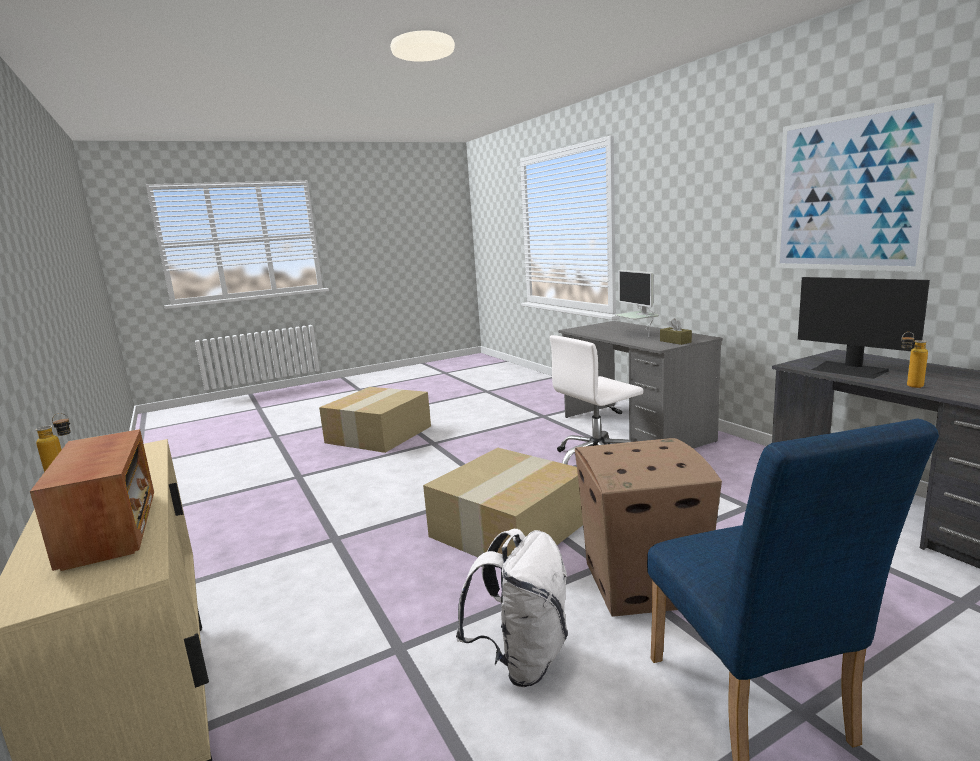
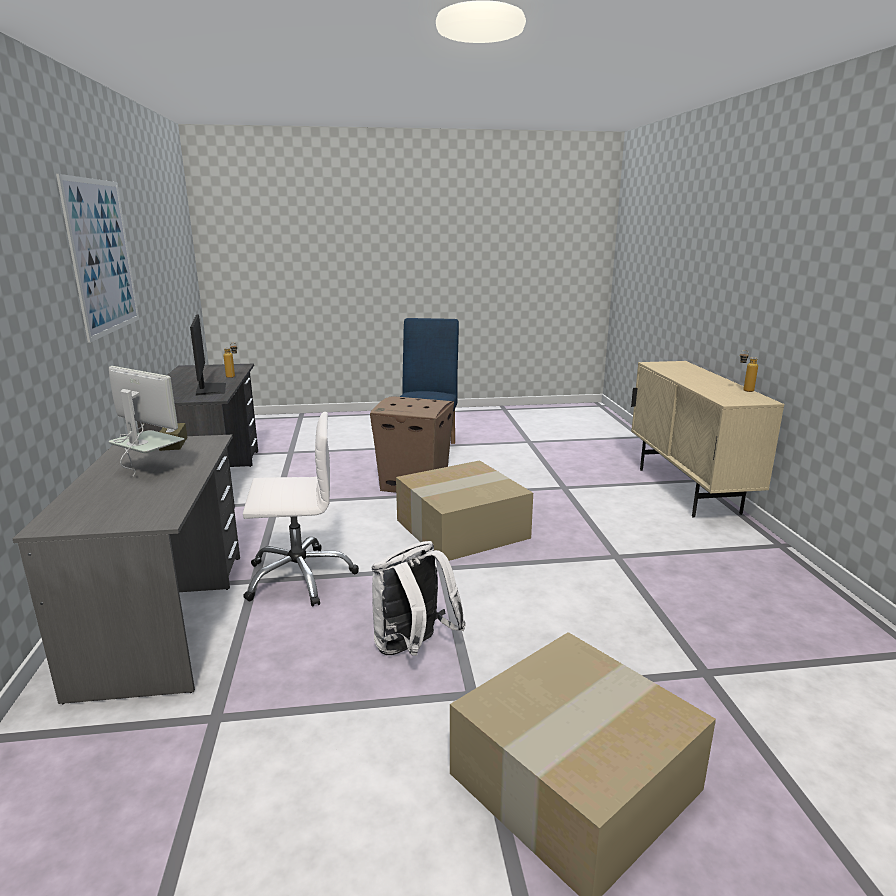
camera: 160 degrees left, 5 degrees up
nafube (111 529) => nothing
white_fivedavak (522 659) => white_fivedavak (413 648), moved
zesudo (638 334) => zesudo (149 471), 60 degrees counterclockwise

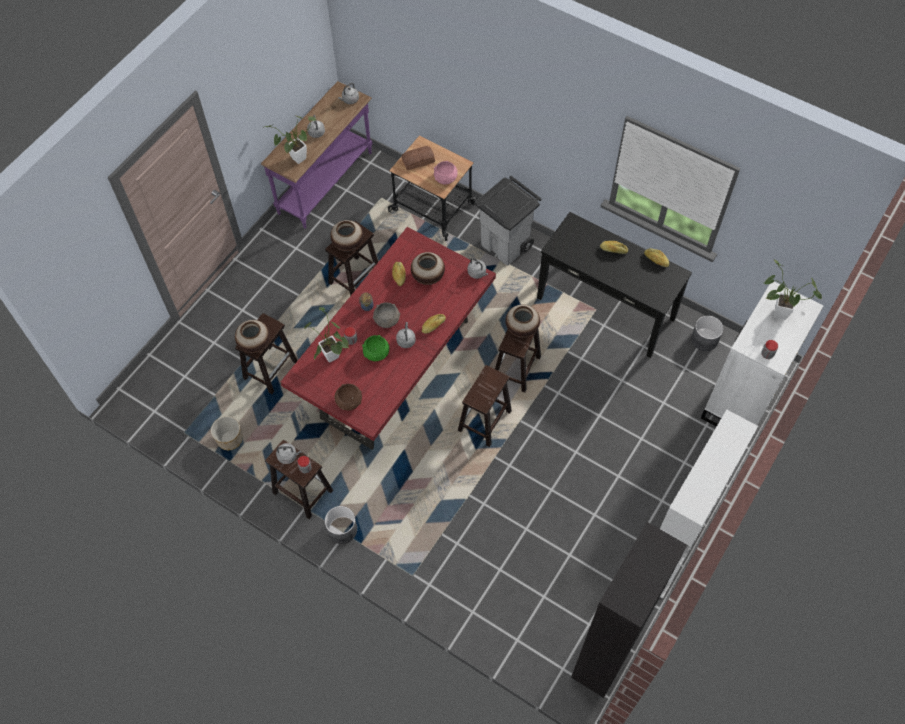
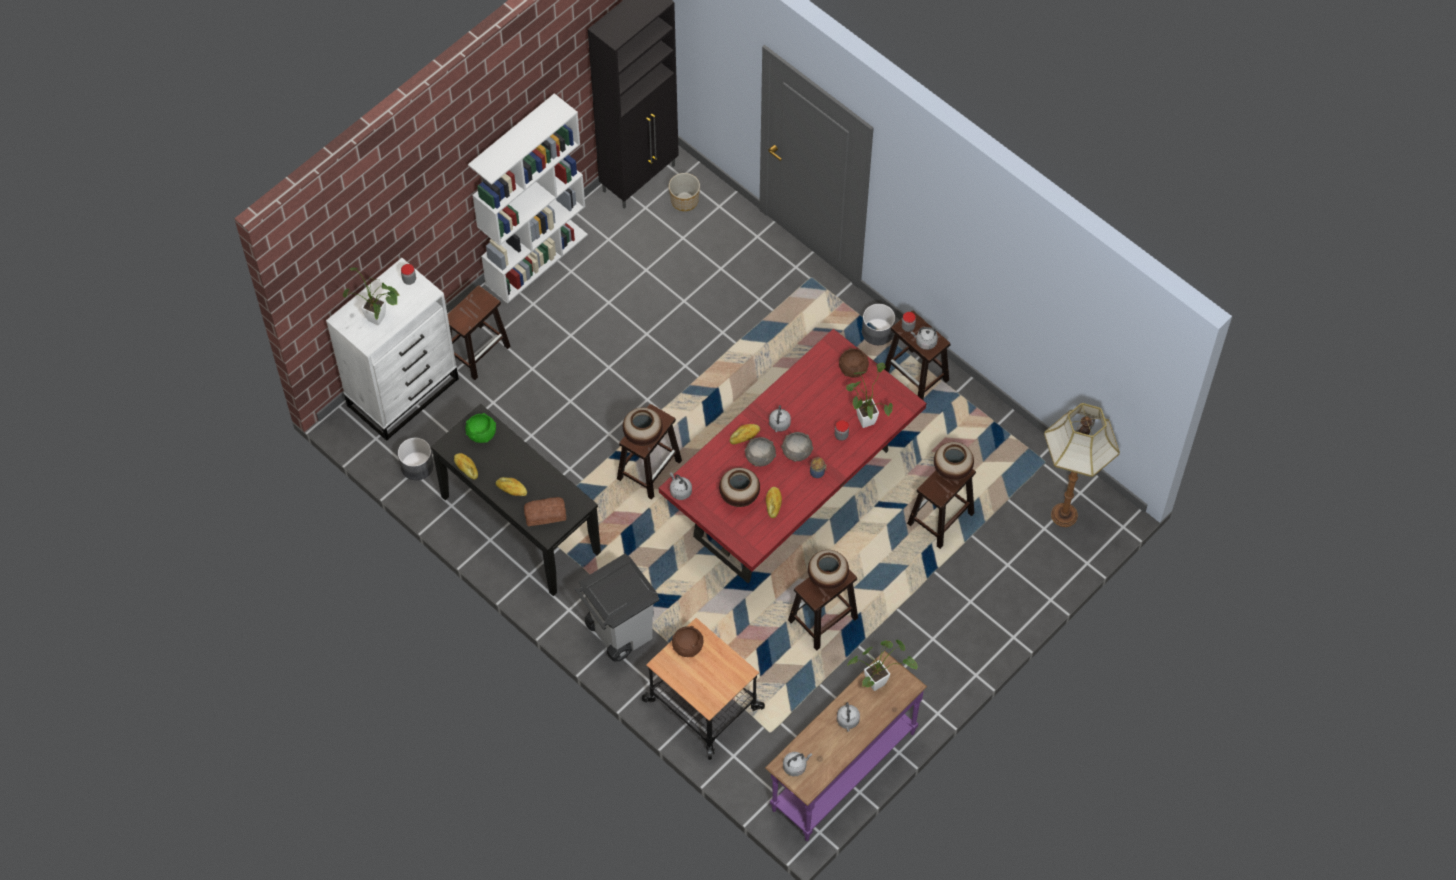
camera: 170 degrees left, 0 degrees up
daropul (229 439) => daropul (685 201), moved
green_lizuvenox (376 353) => green_lizuvenox (481 433), moved
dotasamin (418 161) => dotasamin (544 513), moved
pink_lizuvenox (446 178) => brown_lizuvenox (687 646)
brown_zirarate (484 421) => brown_zirarate (478 351), moved
nothing => grey_lizuvenox (759 457)
nothing => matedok (1065 516)

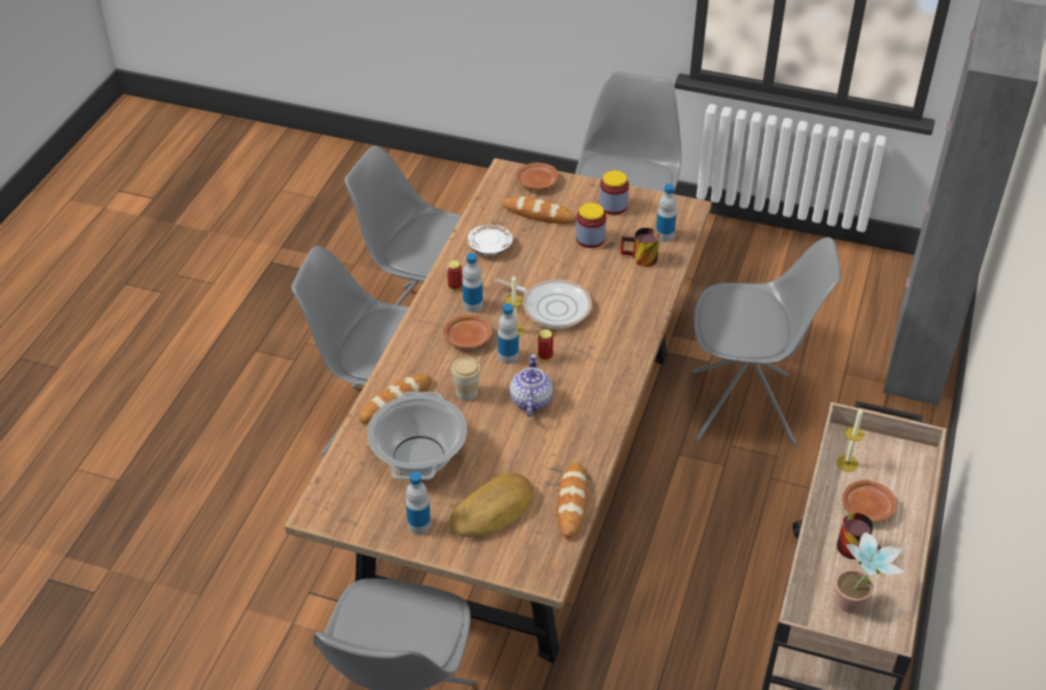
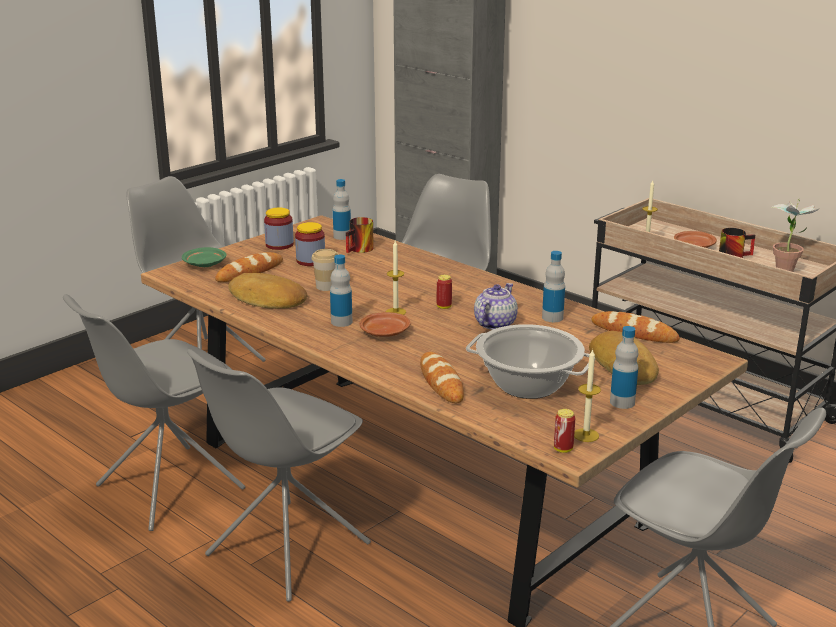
camera: 65 degrees left, 20 degrees down
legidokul (455 287) => legidokul (563 449), moved
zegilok (466 392) => zegilok (326 286), moved
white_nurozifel (489 246) => dotasamin (267 299)
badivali (552 306) => nothing
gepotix (508 356) => gepotix (552 317), moved
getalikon (530 400) => getalikon (494 323), 90 degrees clockwise
brown_nurozifel (536 182) => green_nurozifel (204 264)
nothing => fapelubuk (586 435)

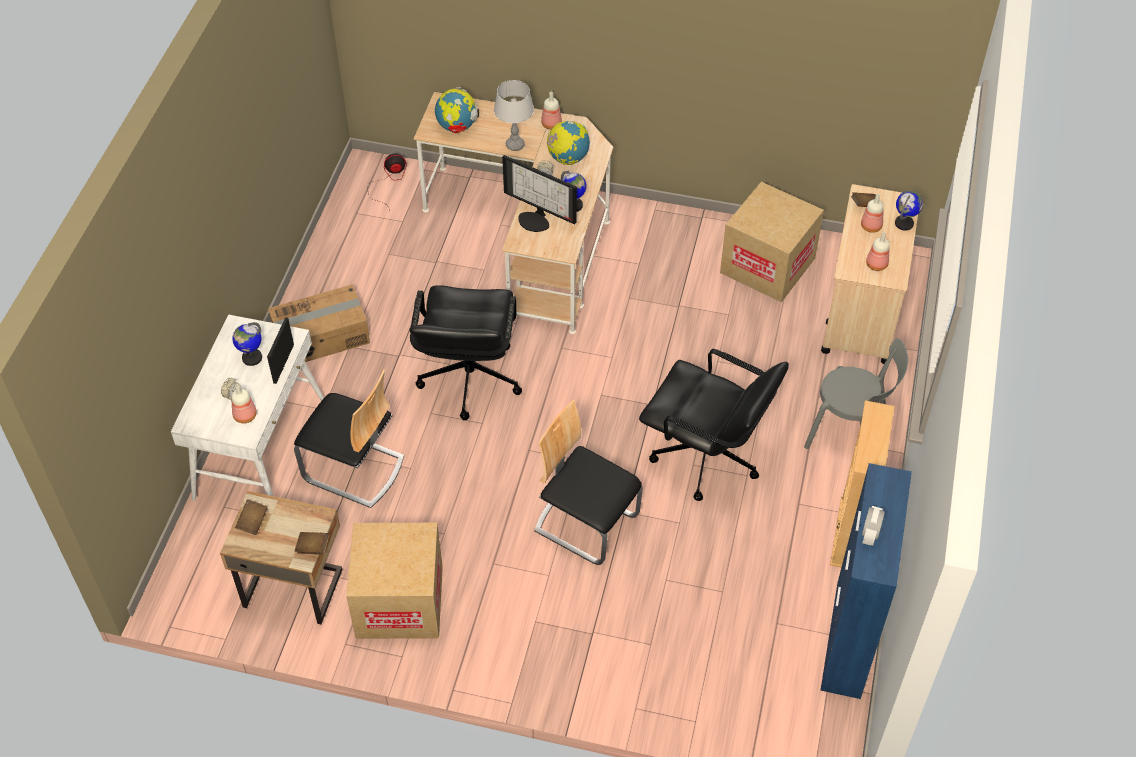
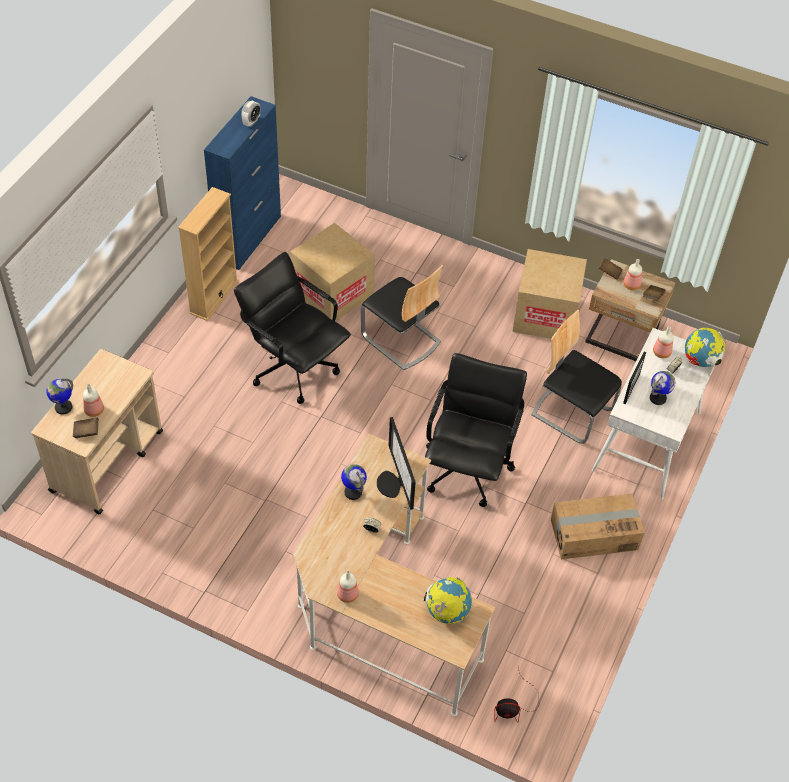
camera: 170 degrees left, 0 degrees up
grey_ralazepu (515 145) => nothing
zesudo (536 219) => zesudo (392 484), 150 degrees counterclockwise
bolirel (568 158) => bolirel (700 360), moved
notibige (767 265) => notibige (332 293), moved
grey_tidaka (850 435) => nothing
gepotix (876 265) => gepotix (632 285), moved

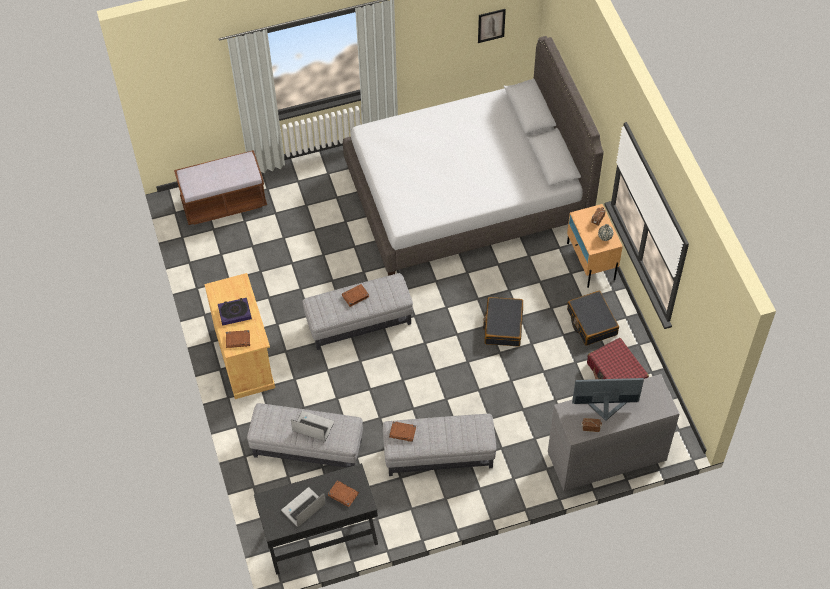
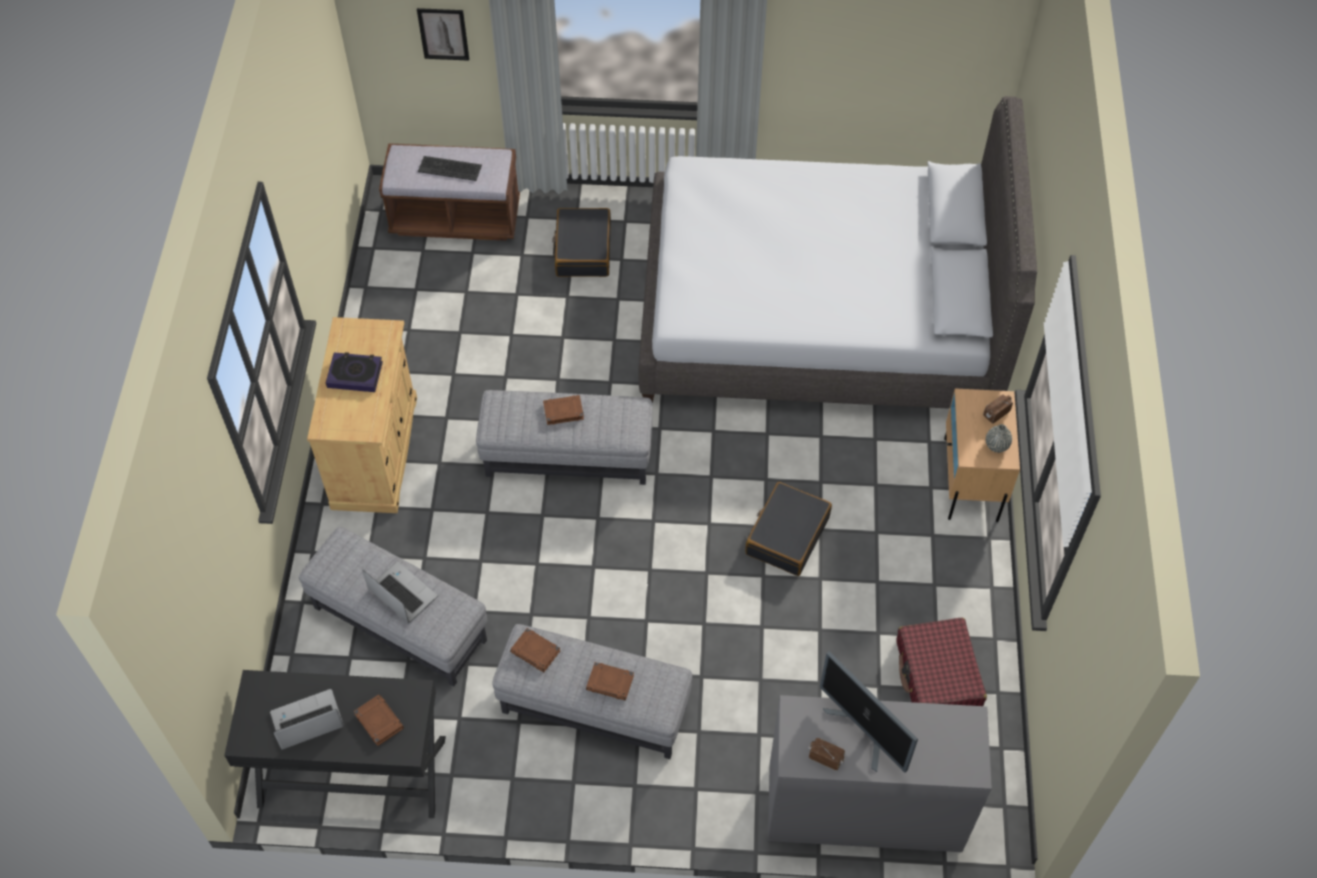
camera: 20 degrees right, 0 degrees up
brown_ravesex (238 340) => brown_ravesex (610 683), moved
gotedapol (491 25) => gotedapol (443 34), moved
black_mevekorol (591 322) => black_mevekorol (583 250), moved
zesudo (604 408) => zesudo (864 732), 150 degrees counterclockwise
nothing => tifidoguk (450 168)

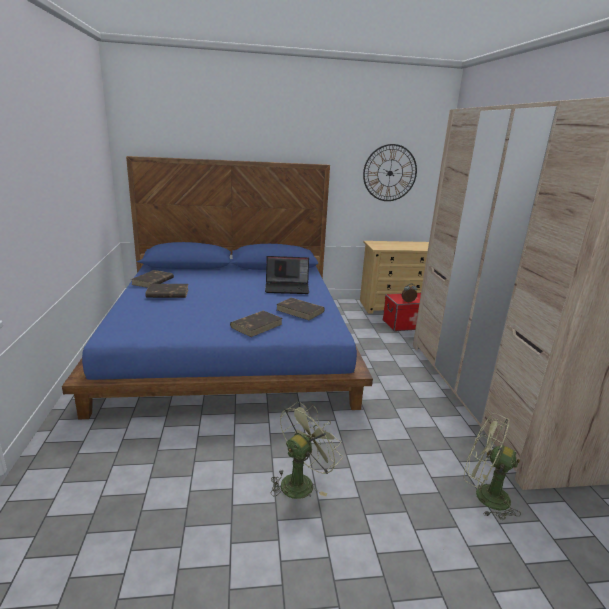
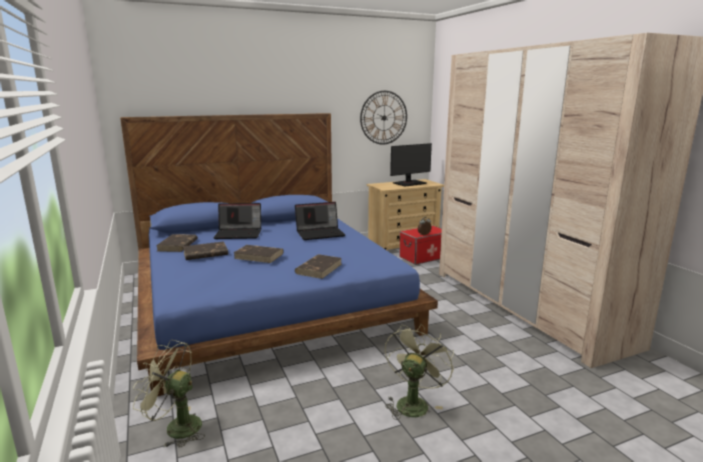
camera: 15 degrees left, 5 degrees down
brown_ravesex (300 311) => brown_ravesex (259 256), moved
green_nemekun (484 495) => green_nemekun (176 427), moved
nothing => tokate (239 233)
nothing => zesudo (409 183)

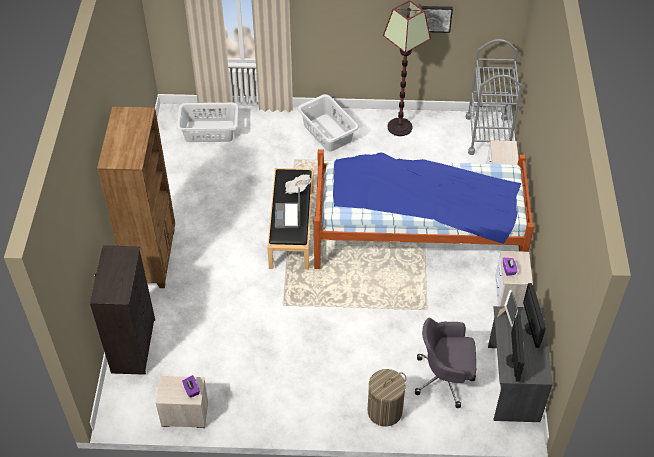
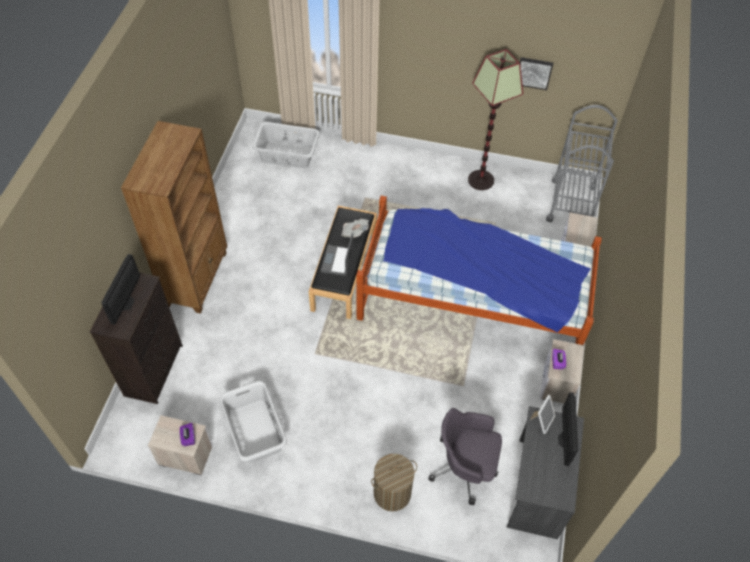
camera: 10 degrees right, 5 degrees up
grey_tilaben (328 132) => grey_tilaben (255 430), moved
zesudo (513 361) => zesudo (126 303), moved

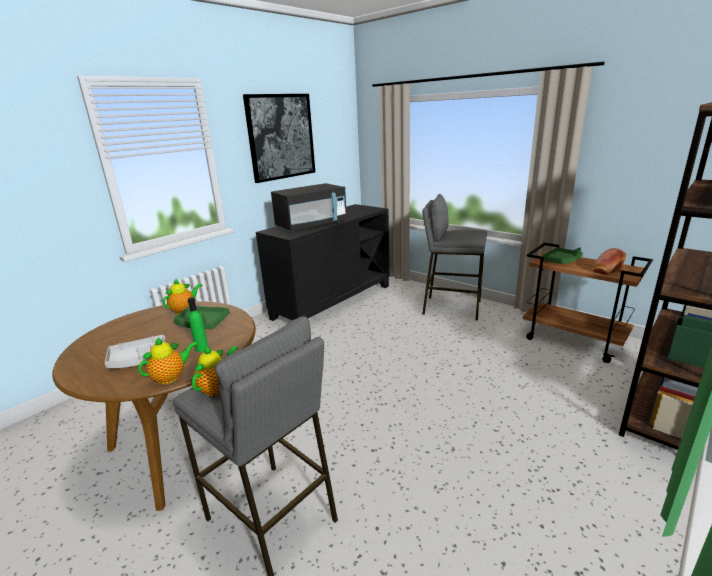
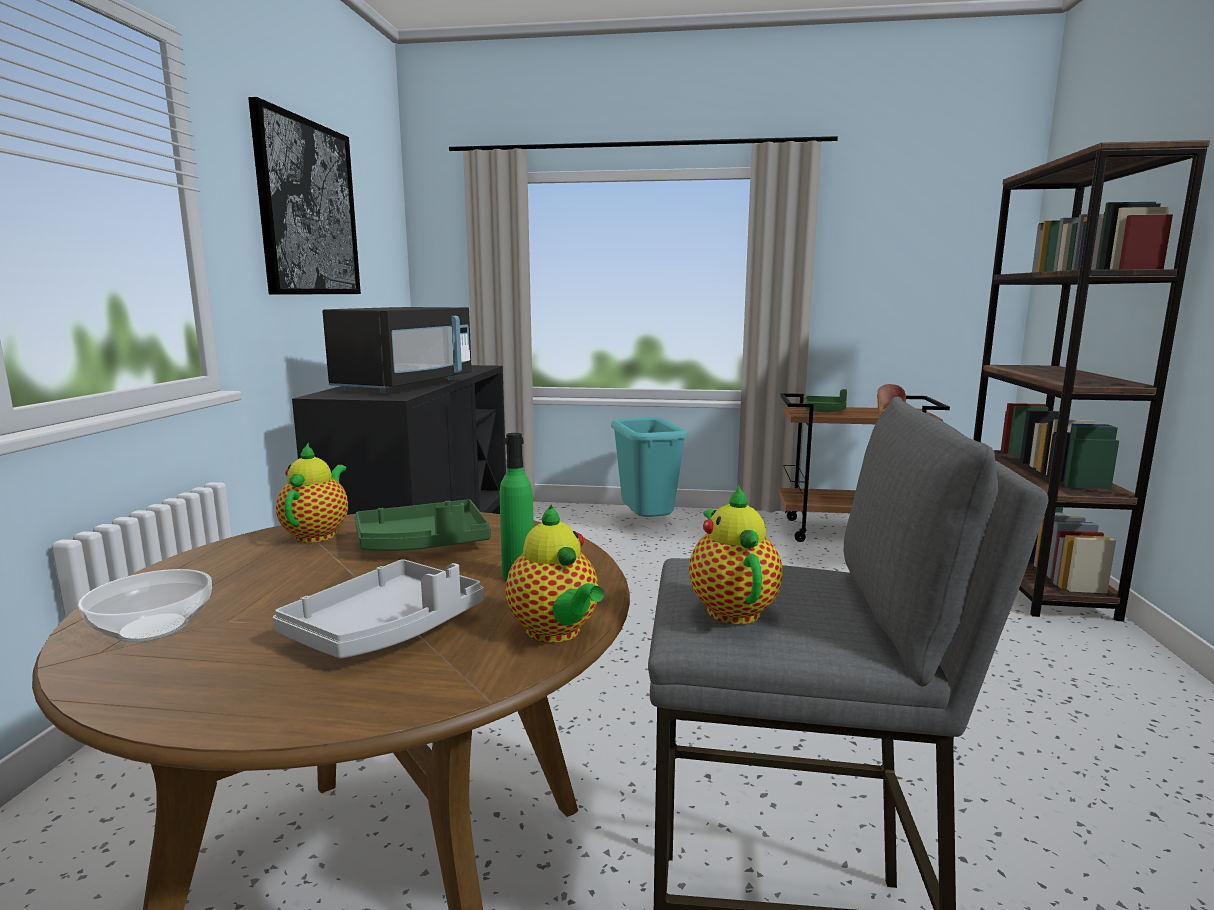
camera: 35 degrees left, 10 degrees down
getalikon (171 377) => getalikon (556 632), 135 degrees clockwise
grey_zirarate (451 307) => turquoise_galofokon (646 525)
nothing => lizuvenox (155 627)

